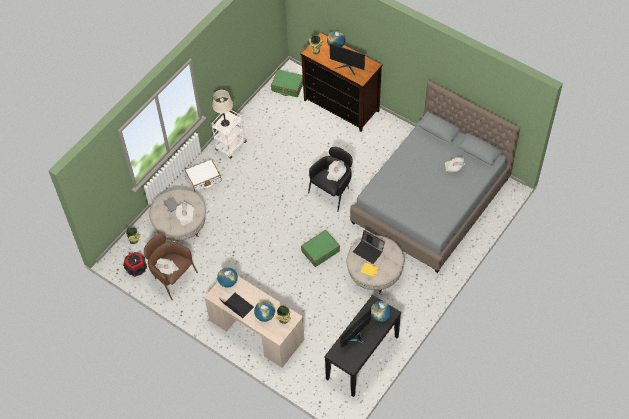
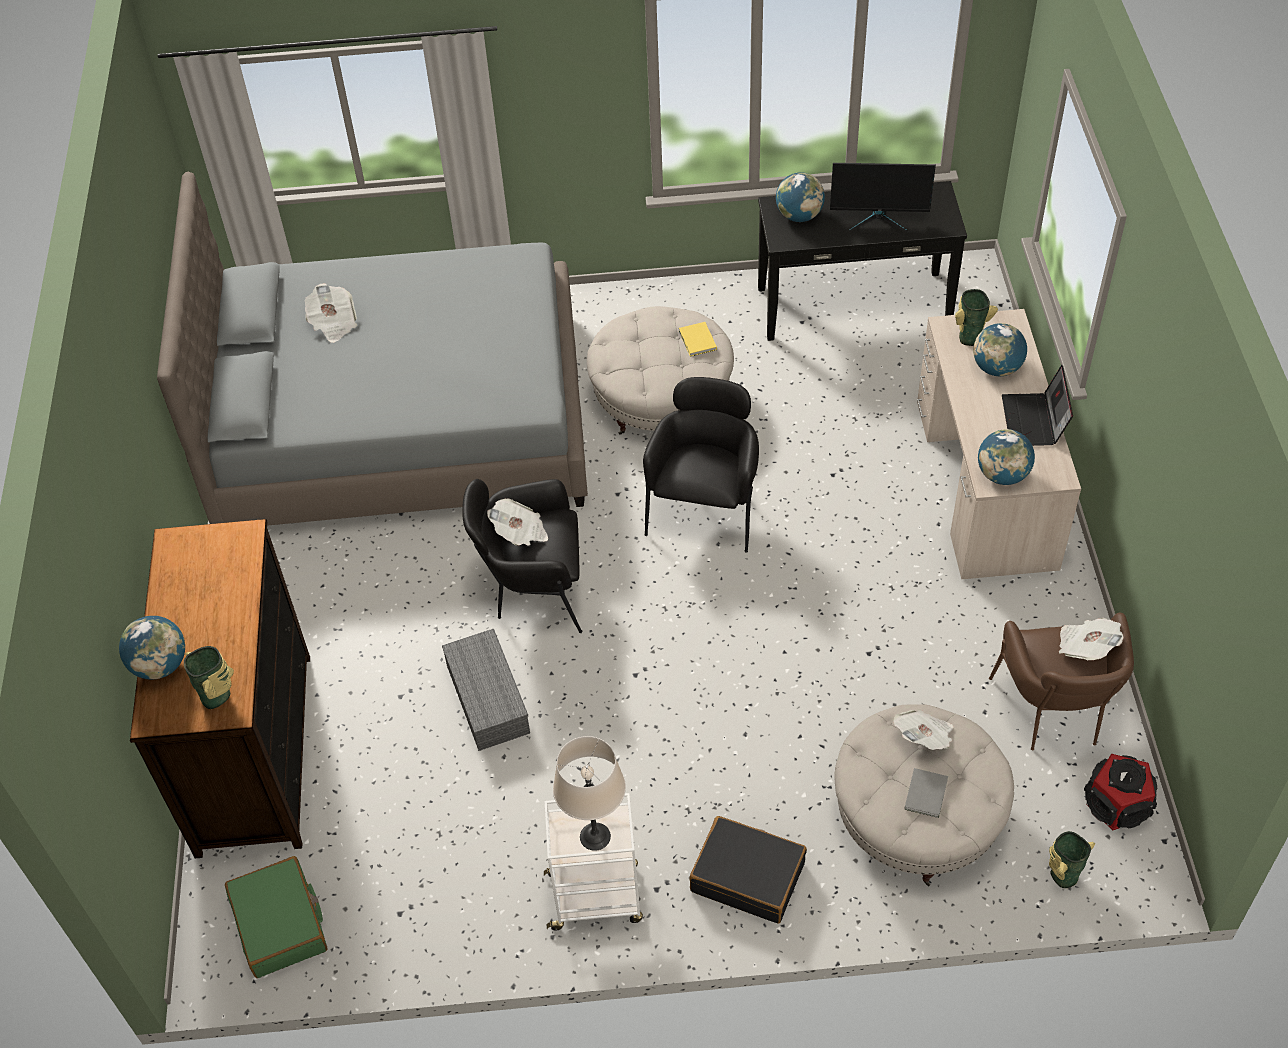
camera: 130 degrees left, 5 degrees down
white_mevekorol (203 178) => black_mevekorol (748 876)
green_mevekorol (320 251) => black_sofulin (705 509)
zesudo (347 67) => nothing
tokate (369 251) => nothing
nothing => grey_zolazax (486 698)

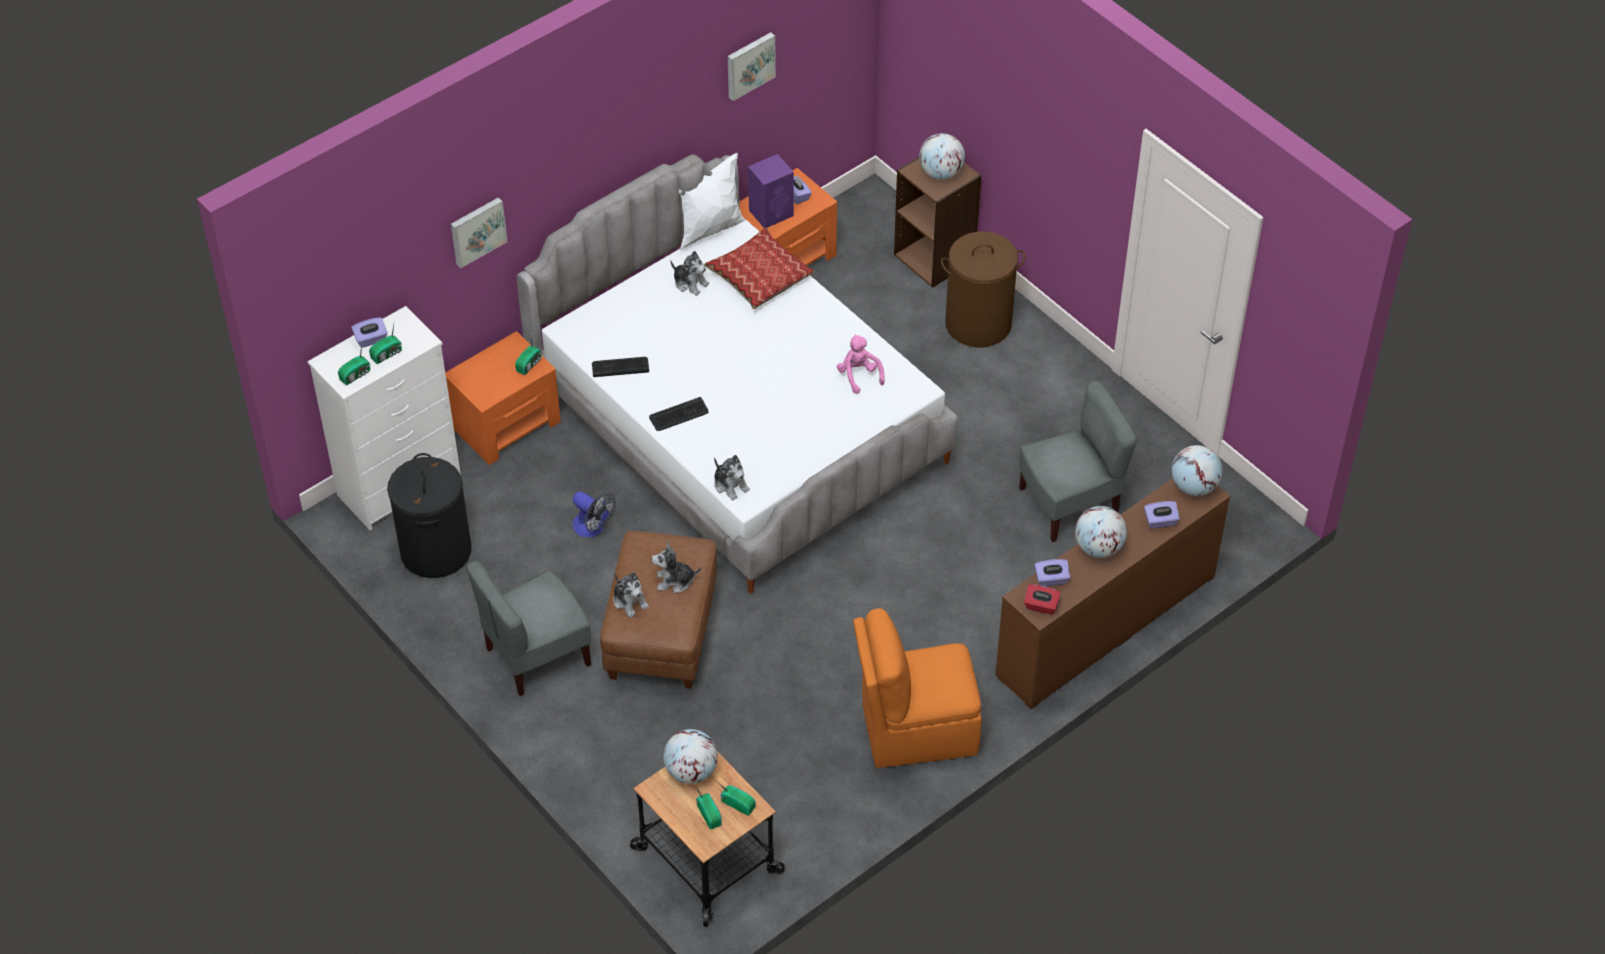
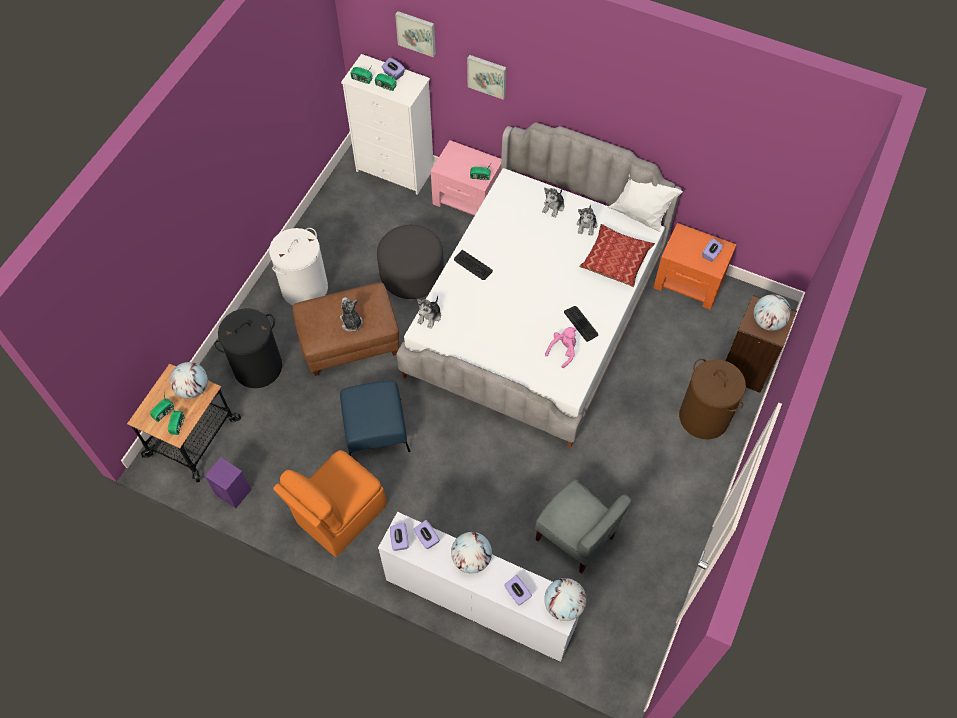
camera: 65 degrees right, 10 degrees up
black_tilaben (435 551) => black_tilaben (258 367), moved
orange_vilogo (506 423) => pink_vilogo (467 198)
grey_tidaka (537 656) => white_tilaben (304 288)
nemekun (593 528) => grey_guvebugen (412 274)
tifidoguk (620 367) => tifidoguk (581 323), moved
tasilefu (630 601) => tasilefu (553 207), moved
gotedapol (749 64) => gotedapol (416 32), moved
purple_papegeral (772 212) => purple_papegeral (234 492), moved
orange_tidaka (915 729) => orange_tidaka (339 515), 105 degrees counterclockwise
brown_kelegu (1105 625) => white_kelegu (480 602)
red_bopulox (1041 606) => purple_bopulox (399 540)
nothing => blue_guvebugen (376 429)

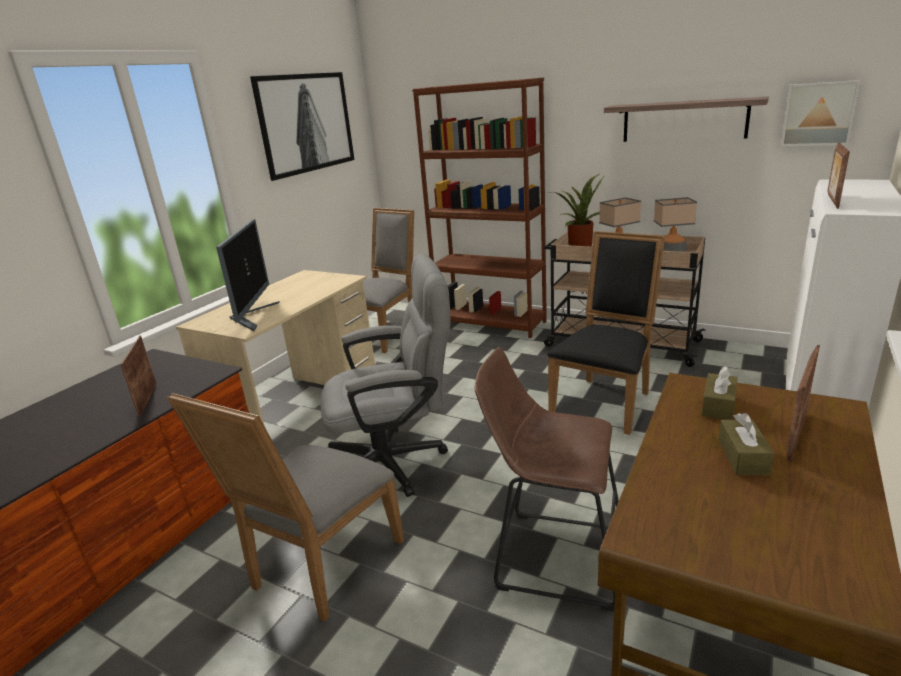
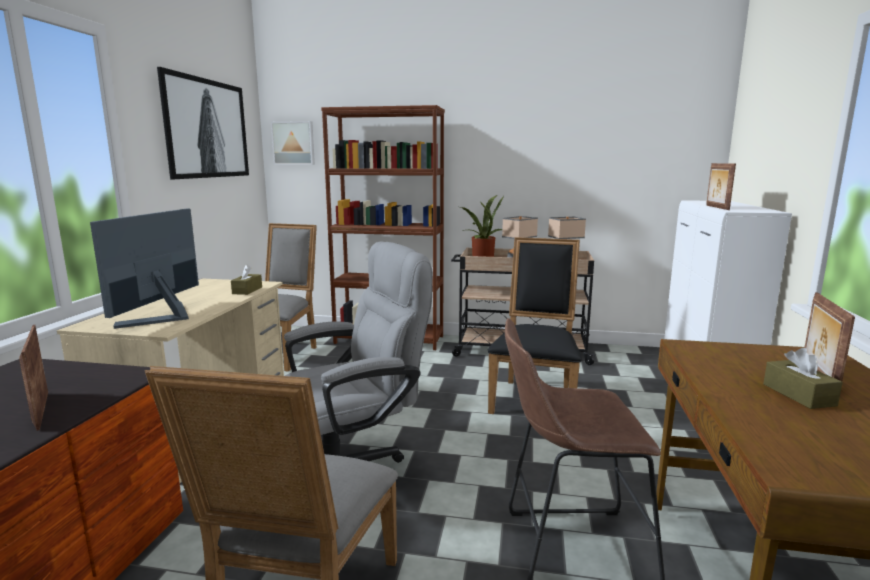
camera: 20 degrees left, 10 degrees down
zesudo (253 316) => zesudo (164 317), 150 degrees counterclockwise
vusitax (684 120) => nothing
brown_bopulox (718 405) => brown_bopulox (247 290), moved
gotedapol (818 114) => gotedapol (293 143), moved

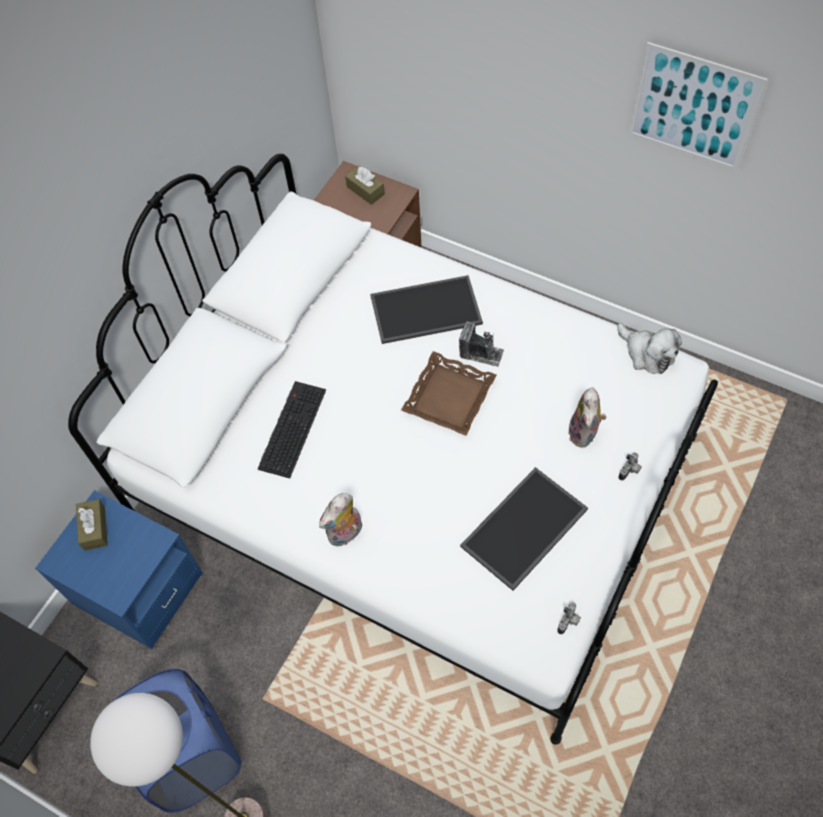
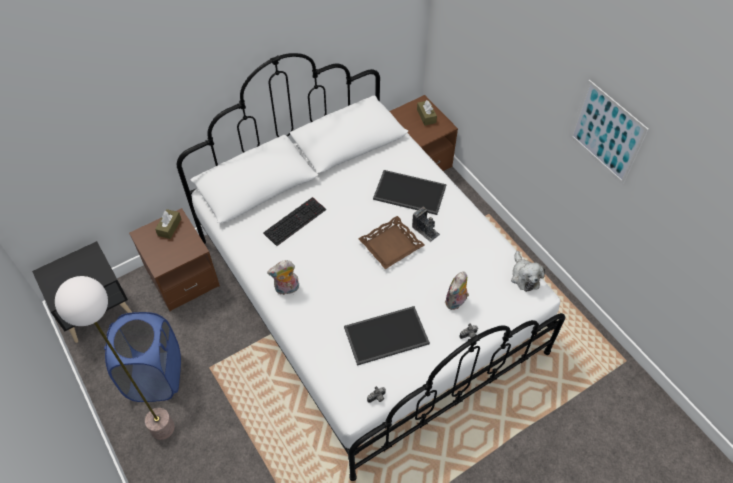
camera: 25 degrees right, 5 degrees down
blue_vilogo (138 589) => brown_vilogo (182 277)

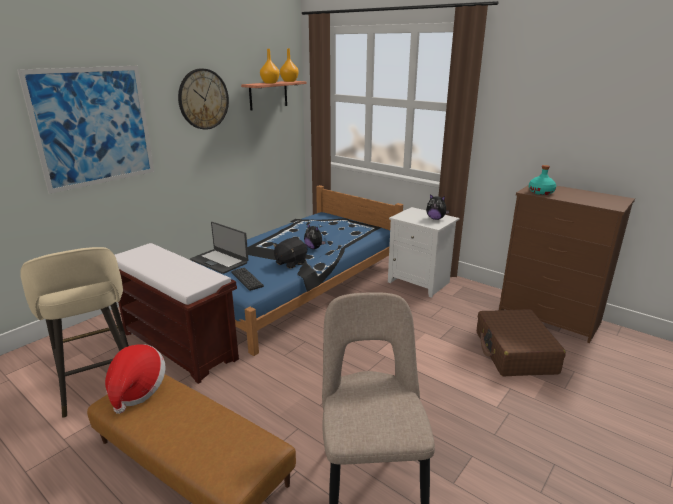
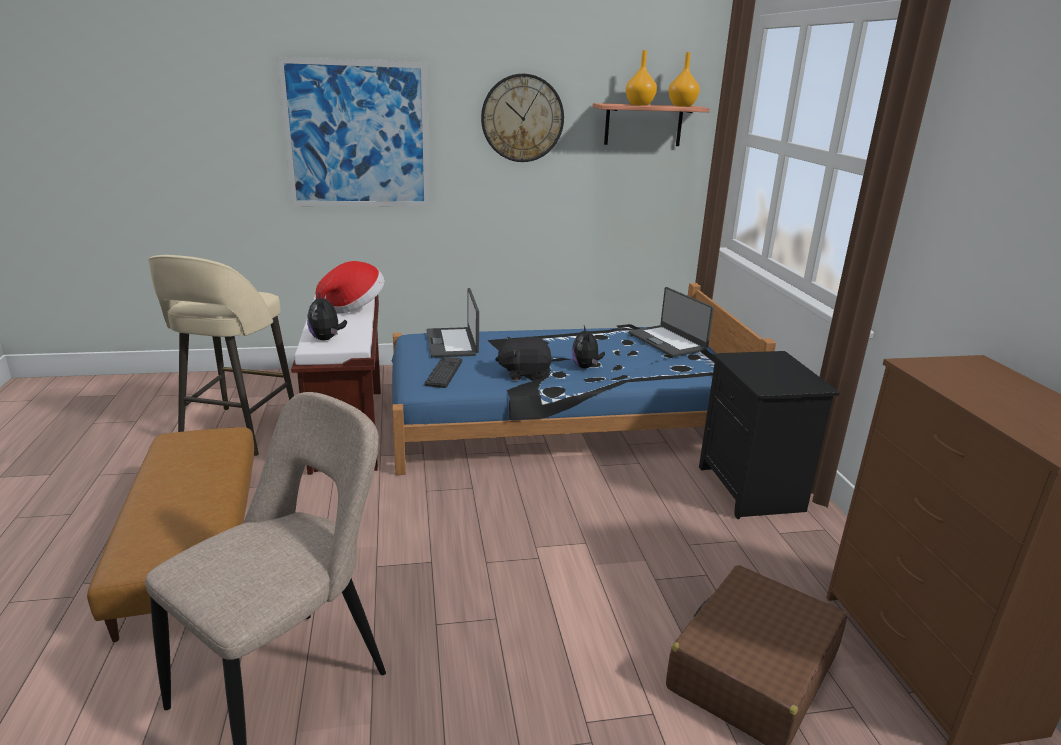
camera: 40 degrees right, 0 degrees up
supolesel (137 390) => supolesel (353 307), moved
white_vilogo (420 282) => black_vilogo (752 490)
tasilefu (435 218) => tasilefu (326 339), moved
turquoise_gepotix (541 192) => nothing
nothing => tokate (667 341)

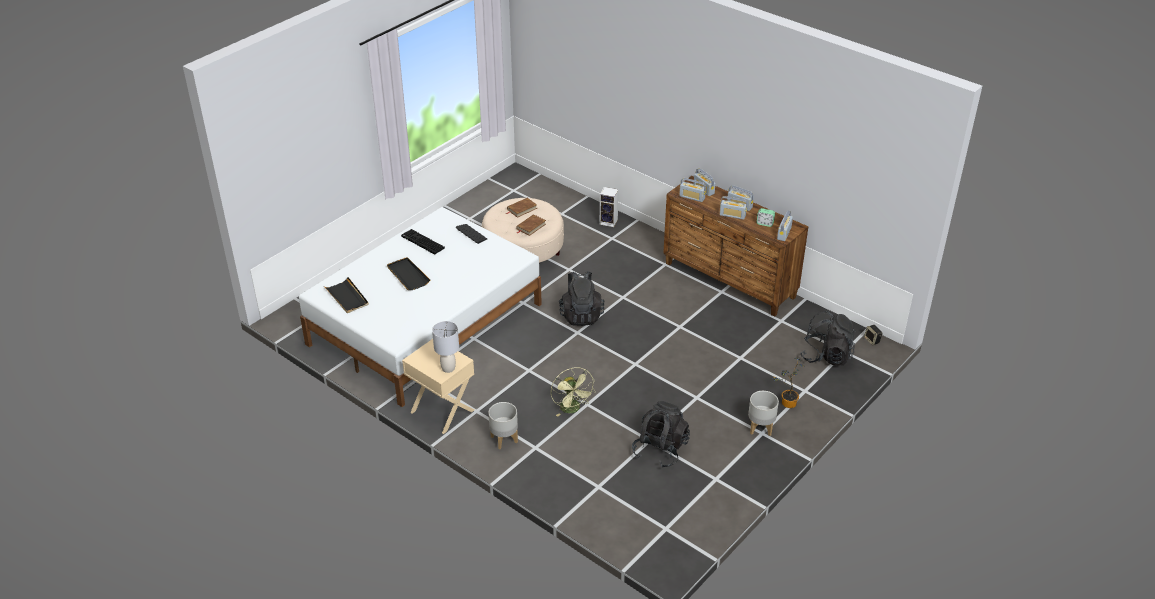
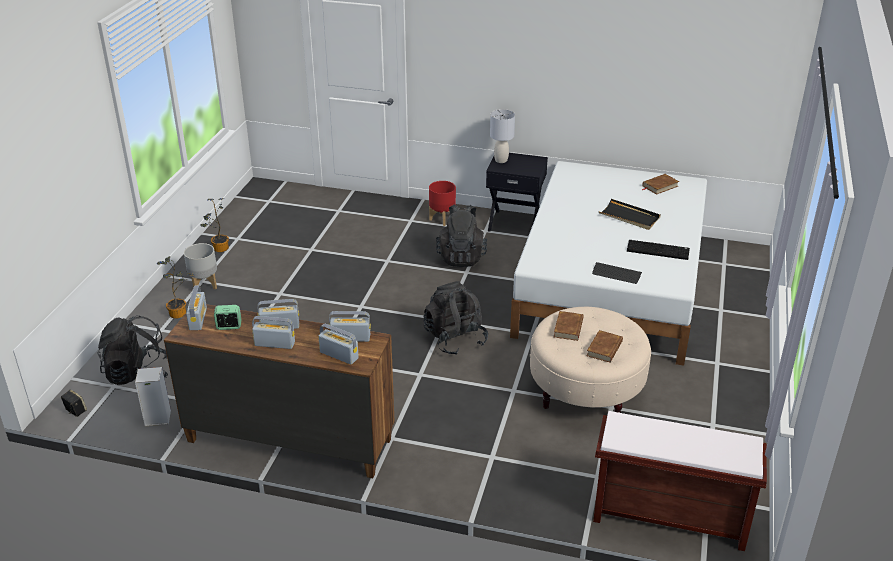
camera: 155 degrees right, 5 degrees down
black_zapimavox (347 297) => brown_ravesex (660 186)
beige_vilogo (442 411) => black_vilogo (515 223)
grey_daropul (504 439) => red_daropul (442 219)
green_nemekun (572 409) => nothing
papegeral (609 222) => papegeral (156 418), moved
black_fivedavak (660 449) => black_fivedavak (461 257), moved
nothing => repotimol (219 249)
nothing => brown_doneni (668 517)

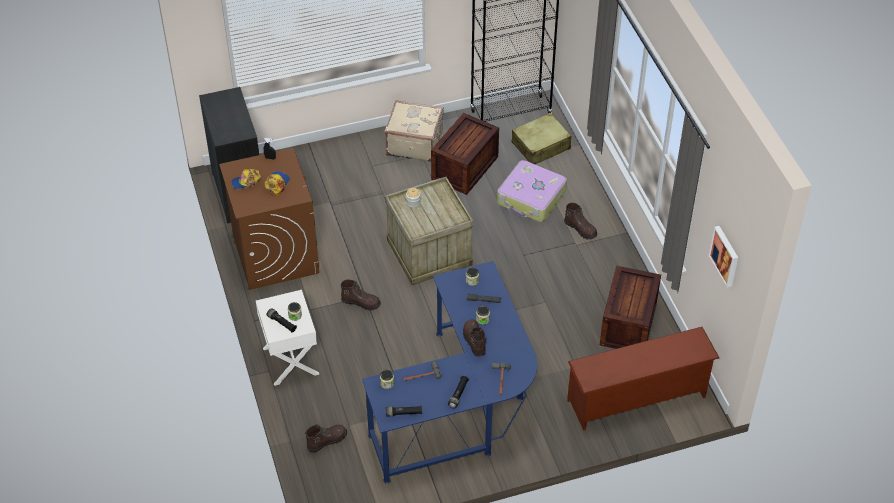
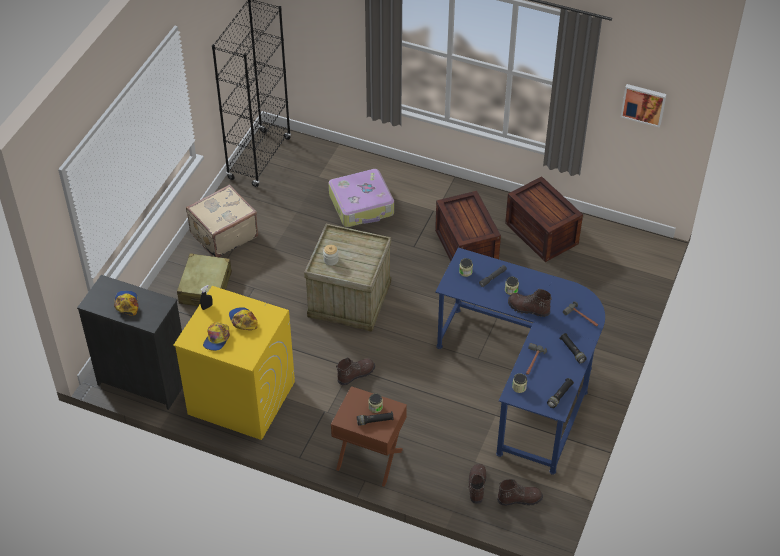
camera: 50 degrees left, 0 degrees up
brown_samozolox (275 254) => yellow_samozolox (241 398)
white_vilogo (290 361) => brown_vilogo (369 460)
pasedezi (465 167) => pasedezi (466 246), moved
beige_mevekorol (541 146) => beige_mevekorol (205 288), moved
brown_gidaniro (580 229) => brown_gidaniro (519 499), moved
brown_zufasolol (637 400) => nothing
nothing => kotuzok (126 304)

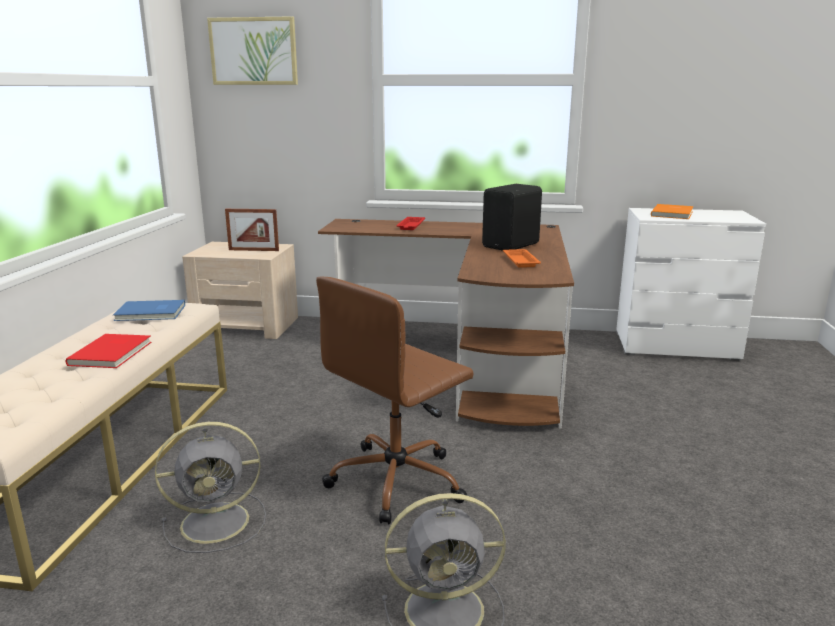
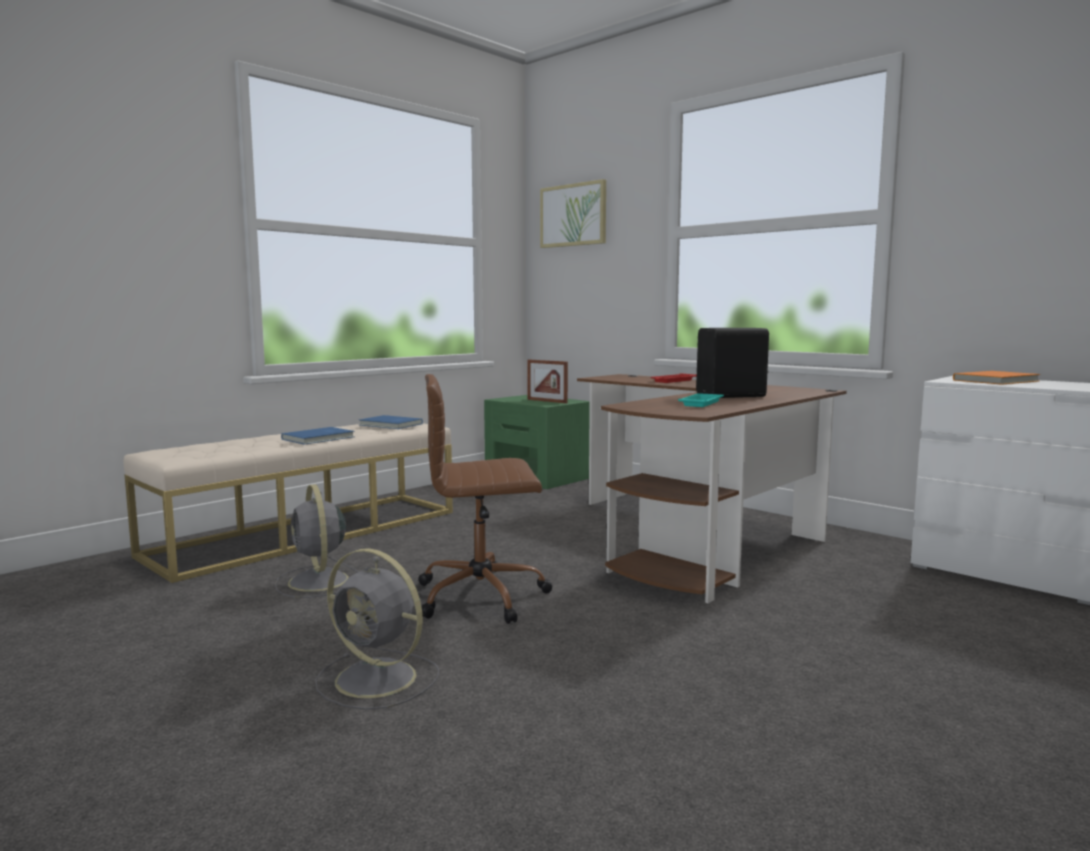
camera: 35 degrees right, 10 degrees down
red_ravesex (113 353) => blue_ravesex (320 438)
grey_nemekun (218 522) => grey_nemekun (319 582), 45 degrees clockwise
beige_vilogo (247 325) => green_vilogo (537 477)
orange_zapimavox (520 261) => turquoise_zapimavox (702 403)

